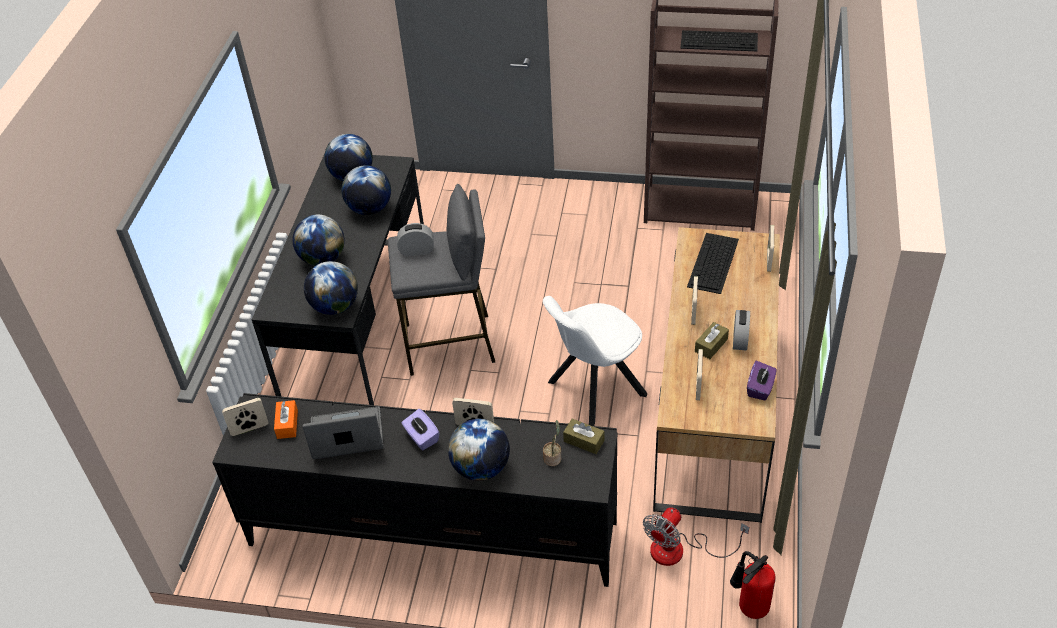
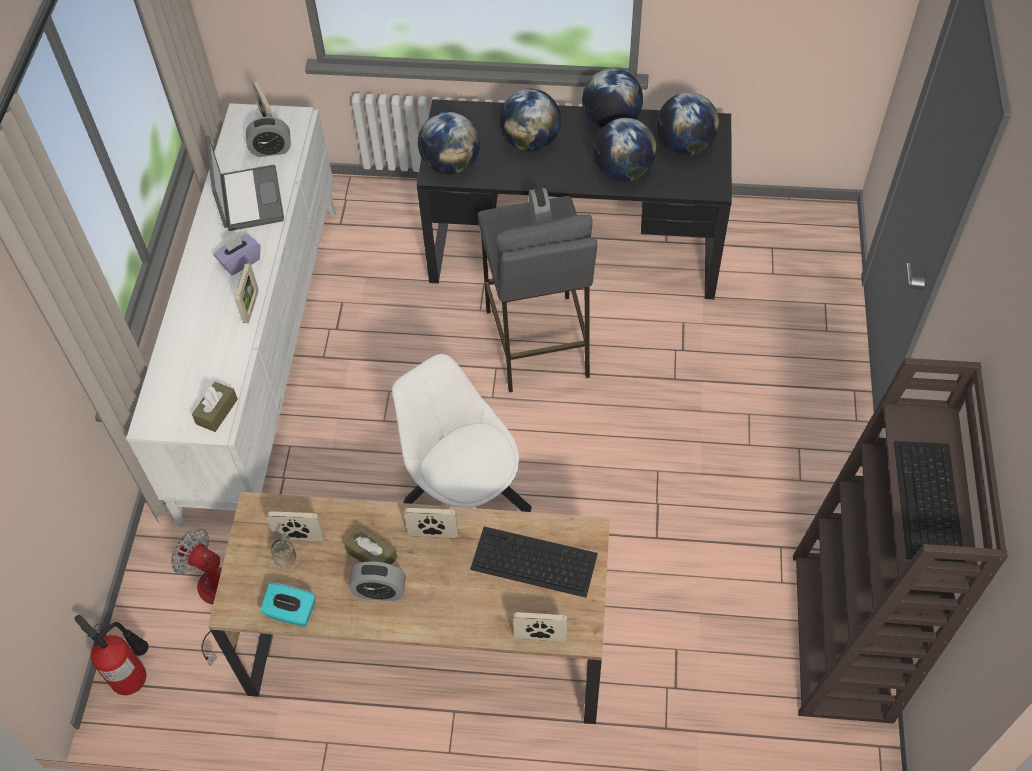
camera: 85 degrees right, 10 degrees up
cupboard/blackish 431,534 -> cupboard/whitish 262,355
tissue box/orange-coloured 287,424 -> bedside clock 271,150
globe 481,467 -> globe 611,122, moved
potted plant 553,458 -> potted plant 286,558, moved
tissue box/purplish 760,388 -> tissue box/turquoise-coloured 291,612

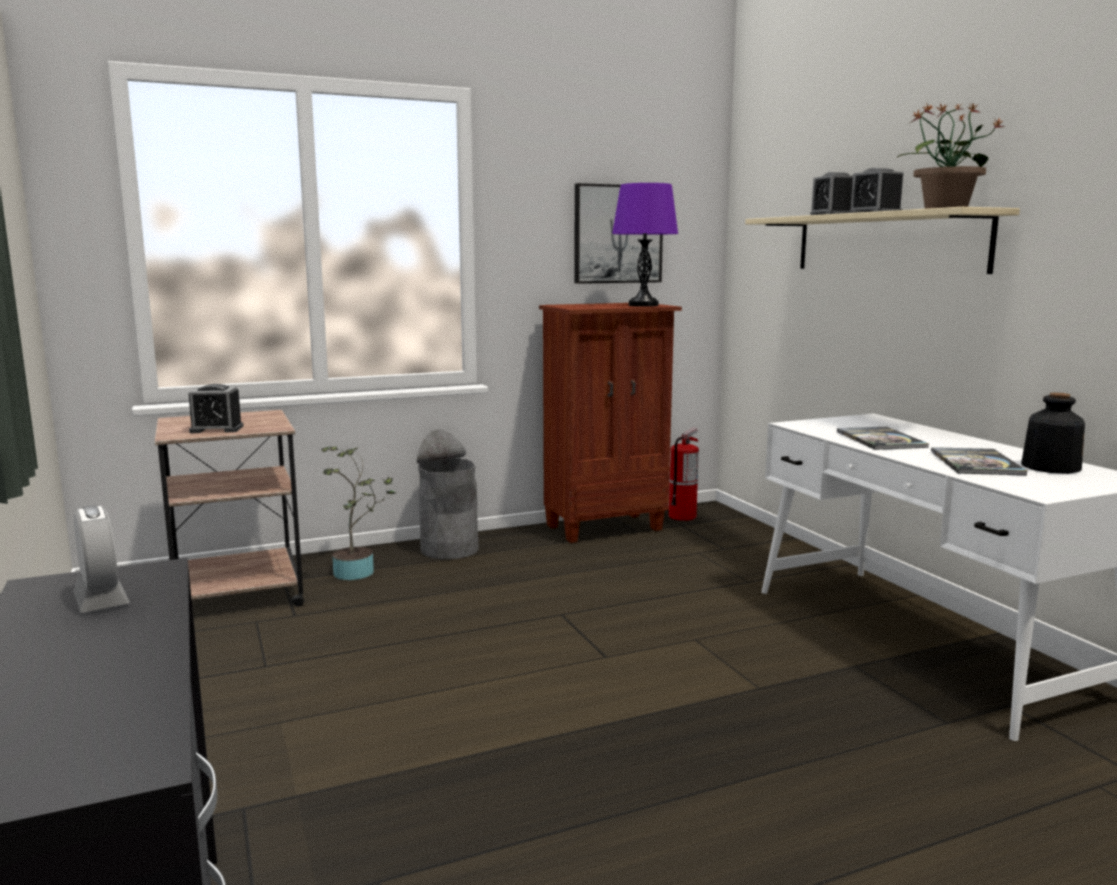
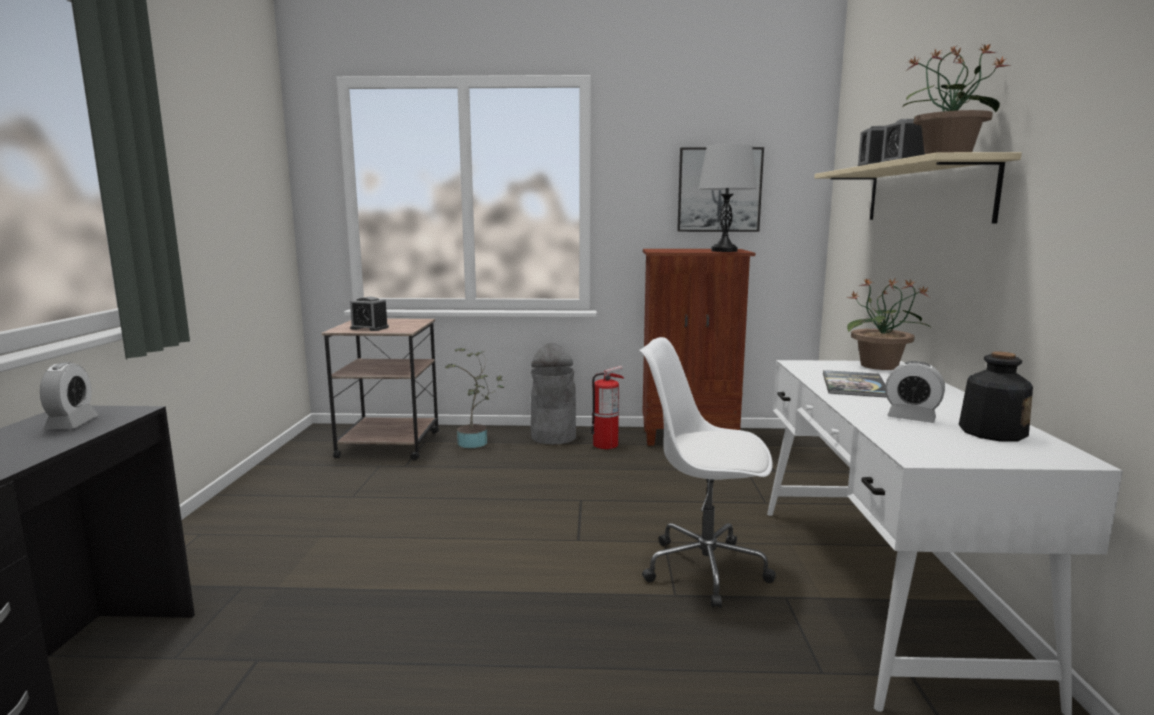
camera: 25 degrees right, 0 degrees up
tabletop lamp/purplish 643,305 -> tabletop lamp/gray 724,251
fire extinguisher 682,516 -> fire extinguisher 606,444, moved
book 976,463 -> bedside clock 911,418
none -> office chair/whitish 702,569
none -> potted plant 880,366

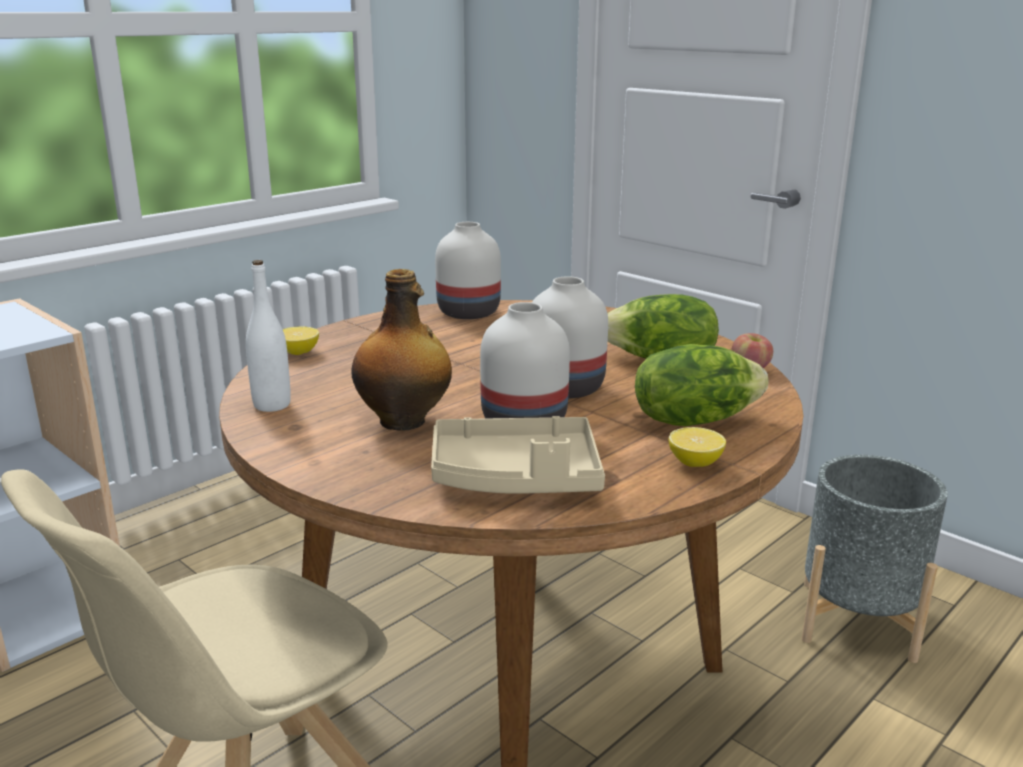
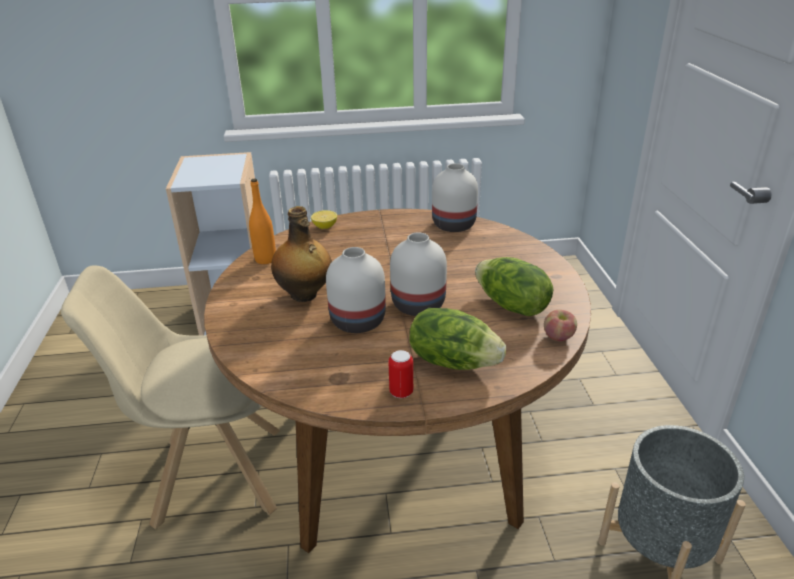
camera: 40 degrees right, 10 degrees up
bottle/whitish 272,405 -> bottle/orange-coloured 265,259
carrying tray/beige 516,478 -> none
lemon 695,463 -> can 401,392

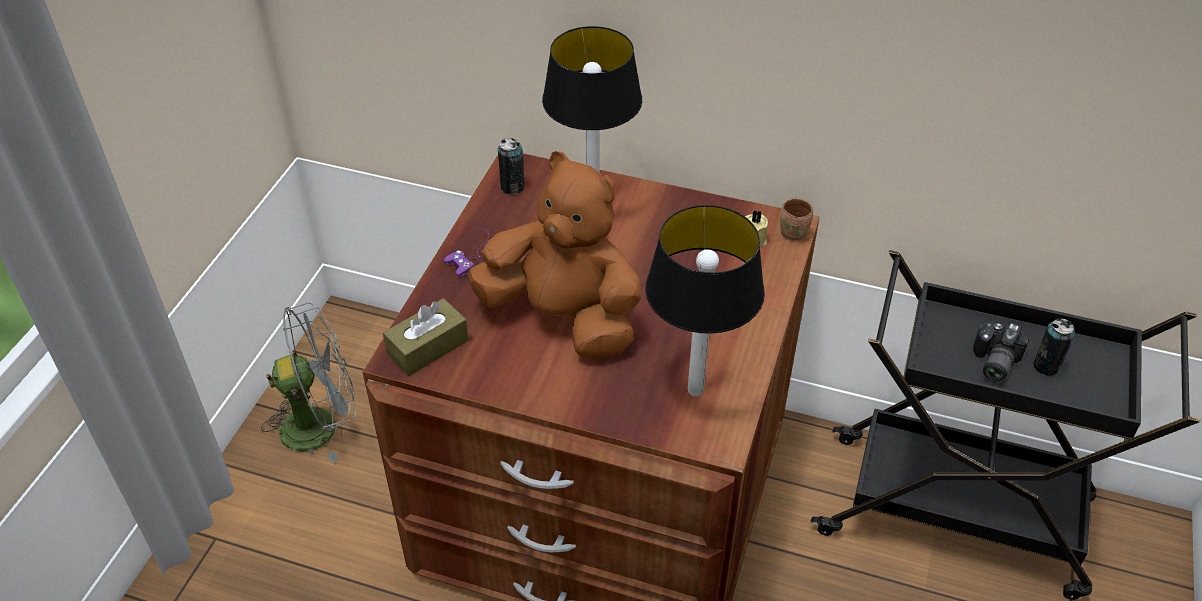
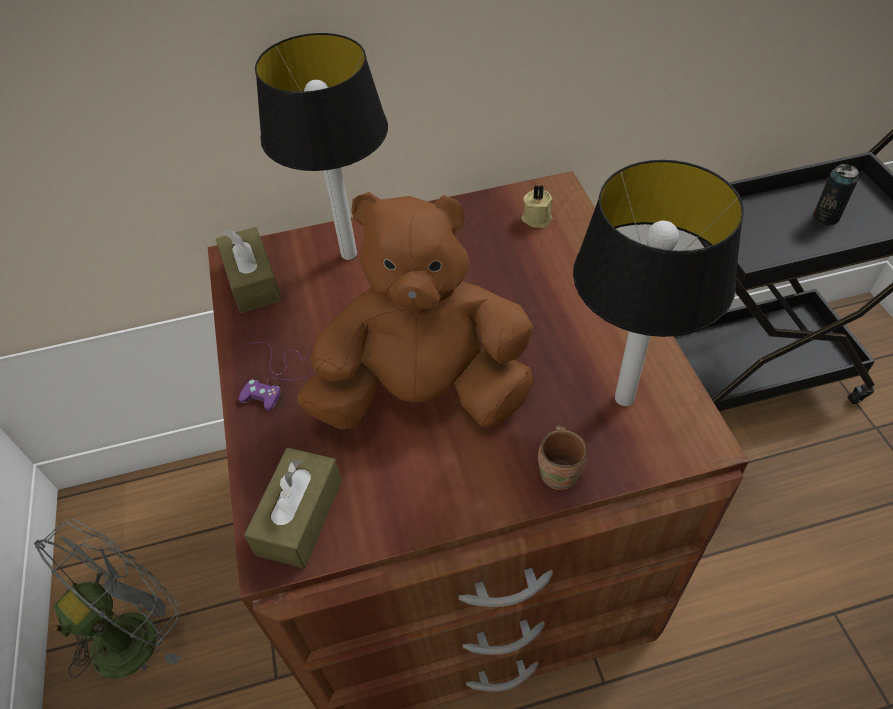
camera: 30 degrees left, 5 degrees up
can 512,187 -> tissue box/brownish 252,281
tea mug/brownish 795,233 -> tea mug/brownish 561,472, moved
still camera 992,362 -> none

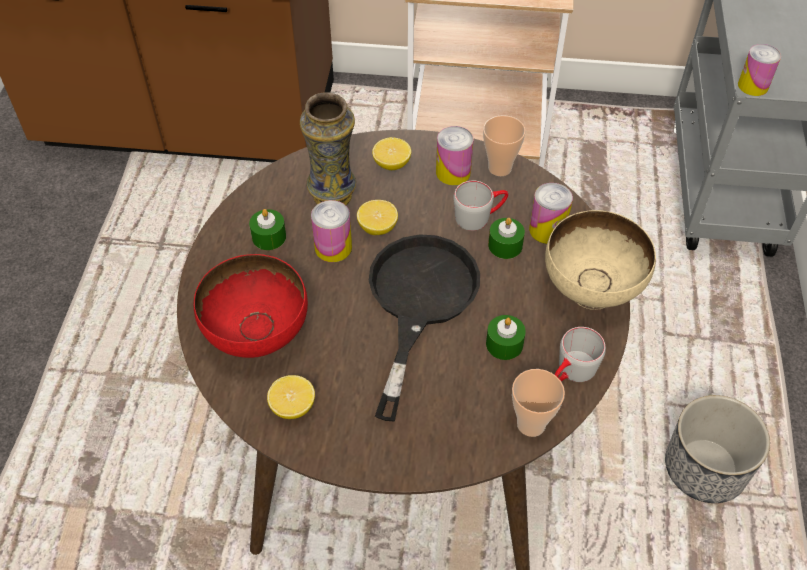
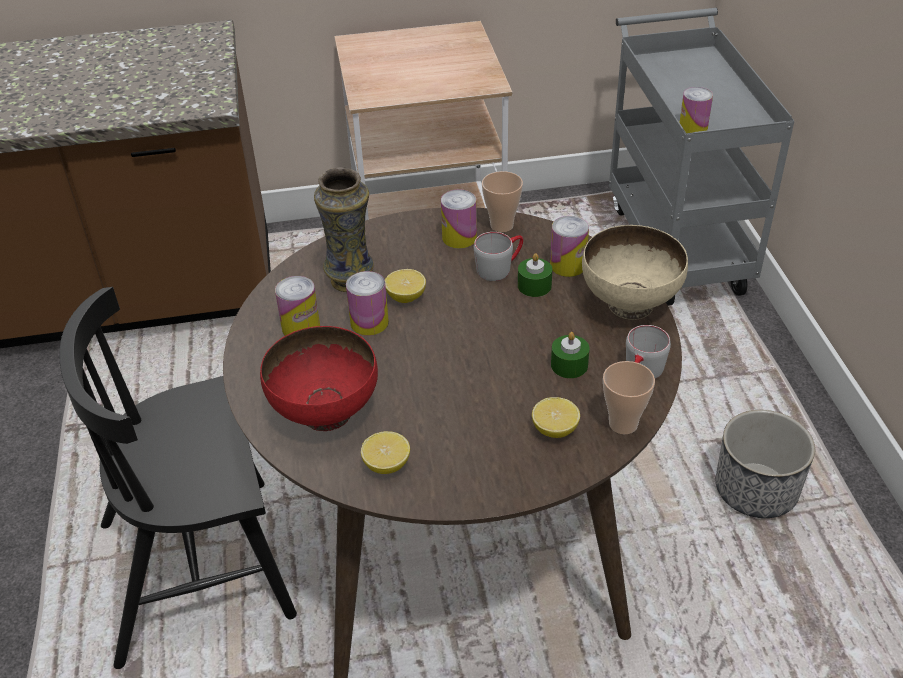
camera: 15 degrees left, 10 degrees down
wax candle/green-coloured 269,237 -> can 301,327
skillet/blackish 418,302 -> none
lemon 391,164 -> lemon 555,430, moved
none -> chair/blackish 208,564

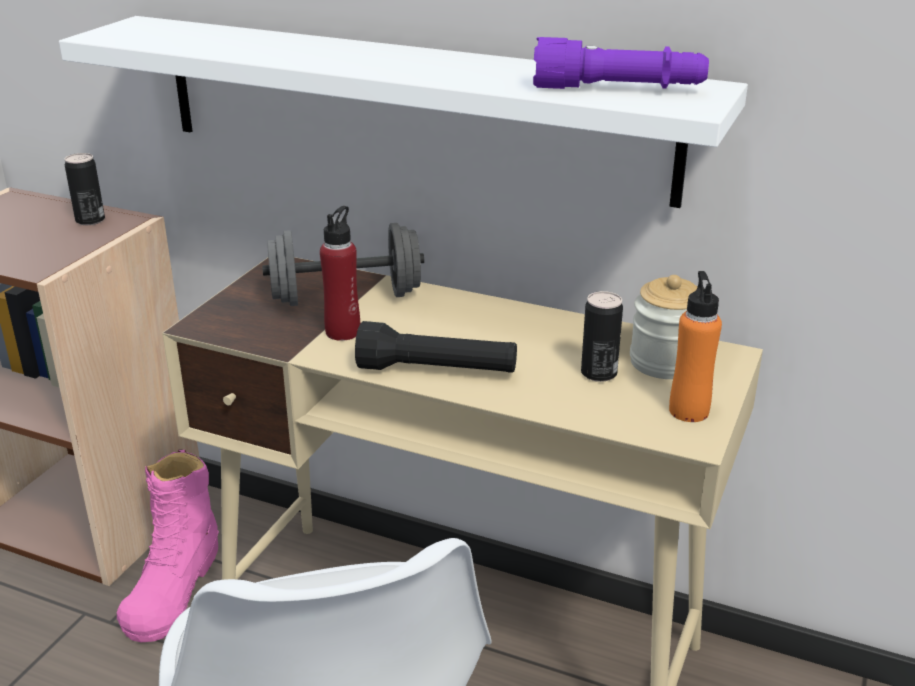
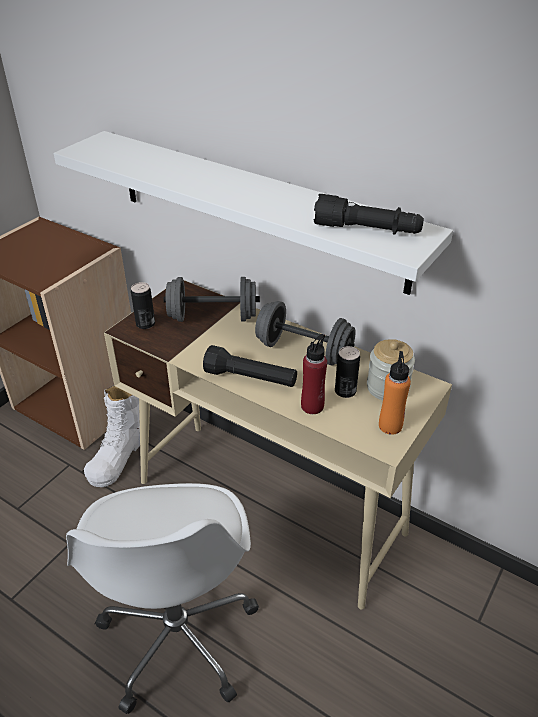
camera: 10 degrees right, 10 degrees up
can 90,220 -> can 145,324, moved
high-top boot/pink 174,586 -> high-top boot/whitish 118,454
bottle/red 343,332 -> bottle/red 312,406, moved
hand torch/purplish 618,90 -> hand torch/blackish 367,230
none -> hand weight/gray 304,351

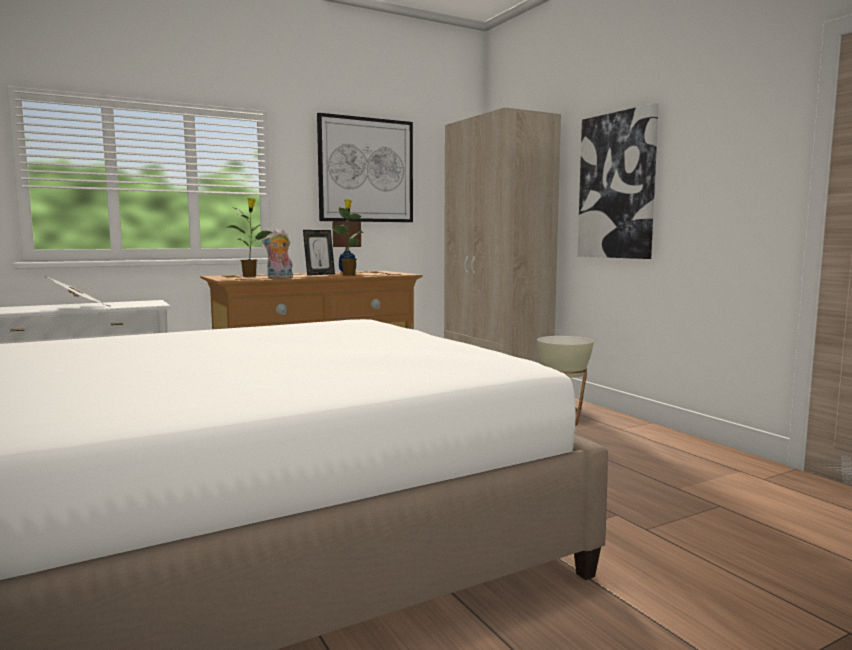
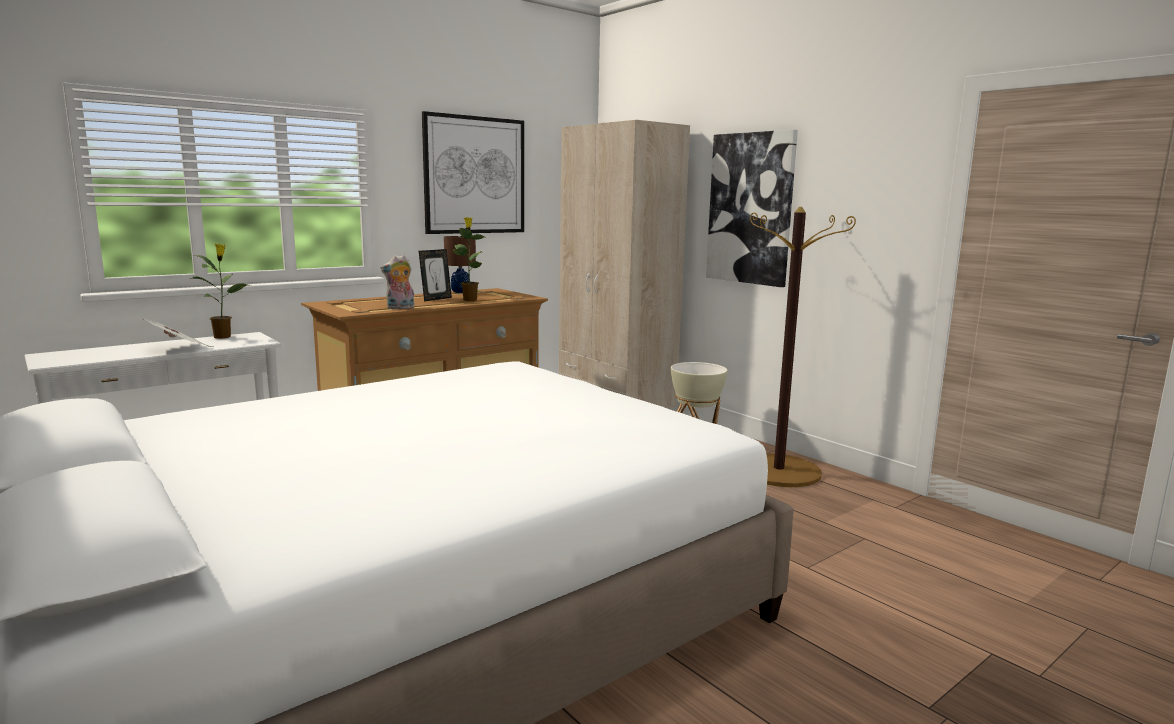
camera: 10 degrees left, 5 degrees up
potted plant 250,276 -> potted plant 223,337, moved
none -> clothes rack/brownish 779,471

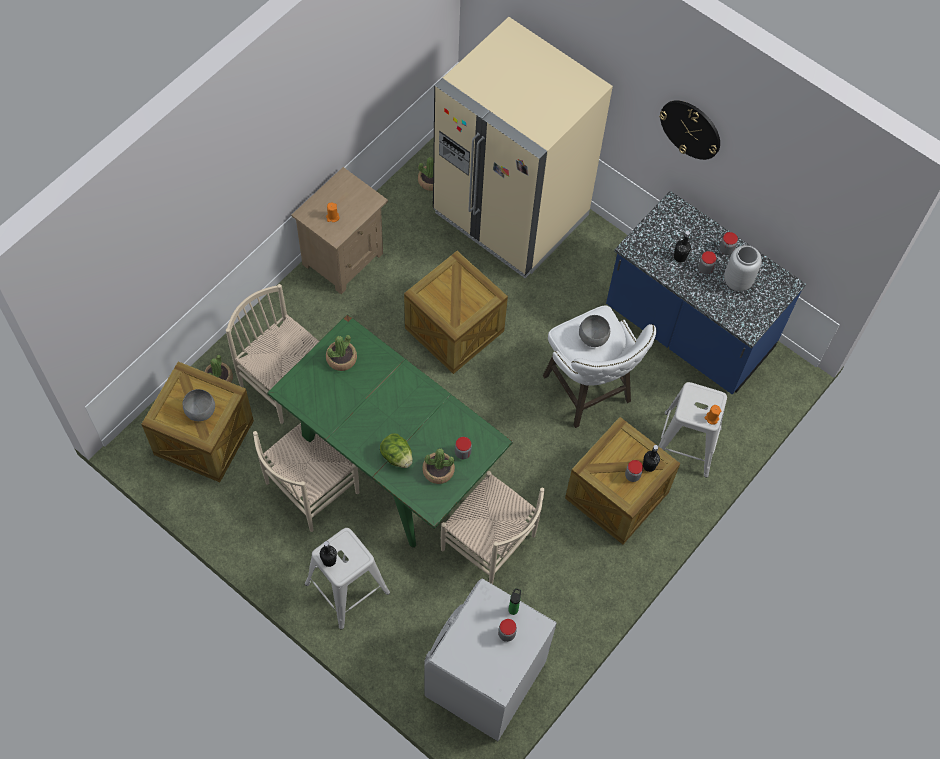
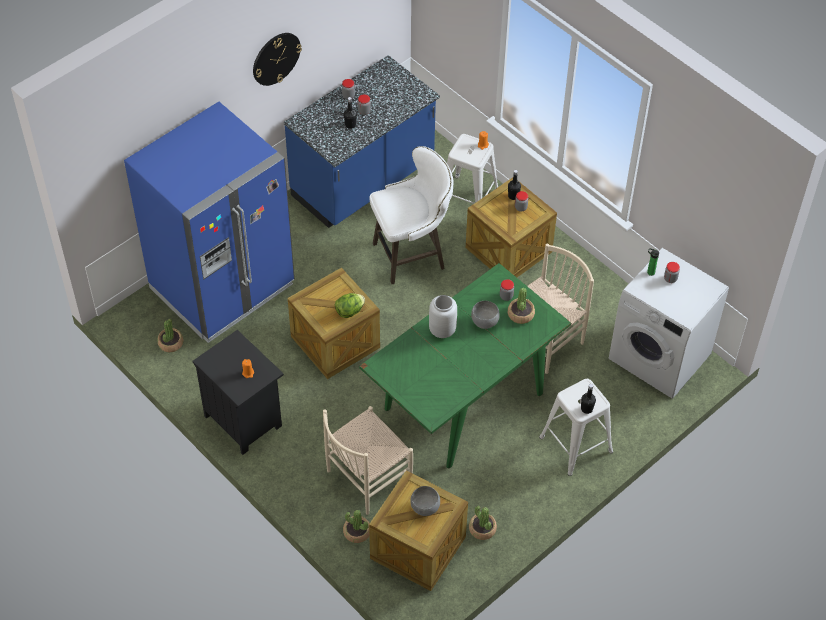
camera: 80 degrees left, 10 degrees down
chair/beige 309,490 -> none
night table/beige 345,259 -> night table/blackish 244,419
potted plant 341,358 -> potted plant 482,529, moved
head of lettuce 397,456 -> head of lettuce 349,311, moved
fridge/beige 510,215 -> fridge/blue 222,287
bowl/gray 592,337 -> bowl/gray 484,322, moved
decorative vase/gray 738,280 -> decorative vase/gray 441,330, moved

